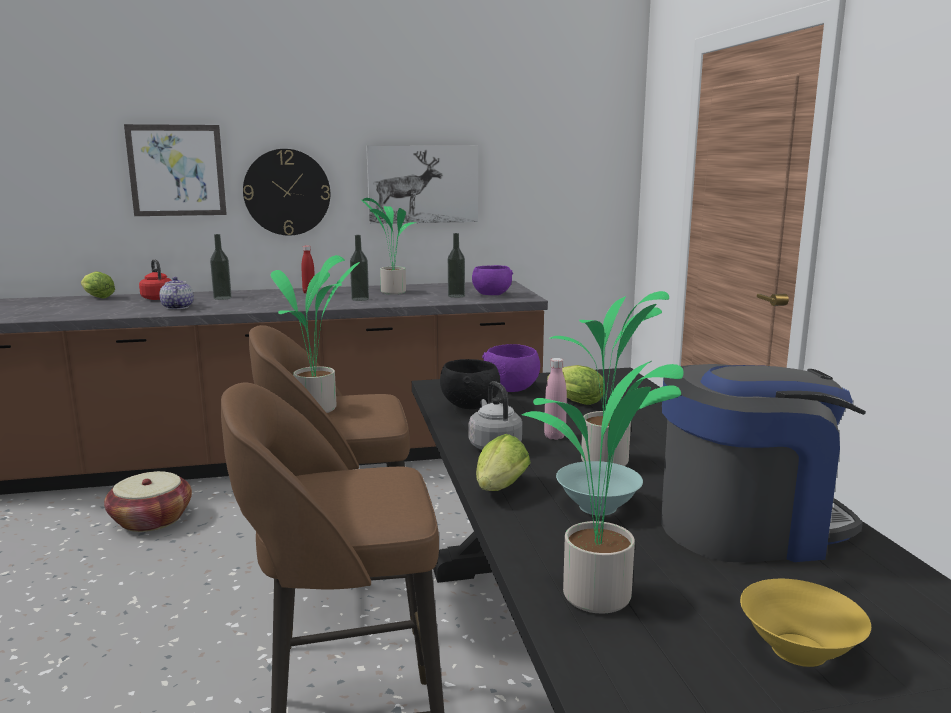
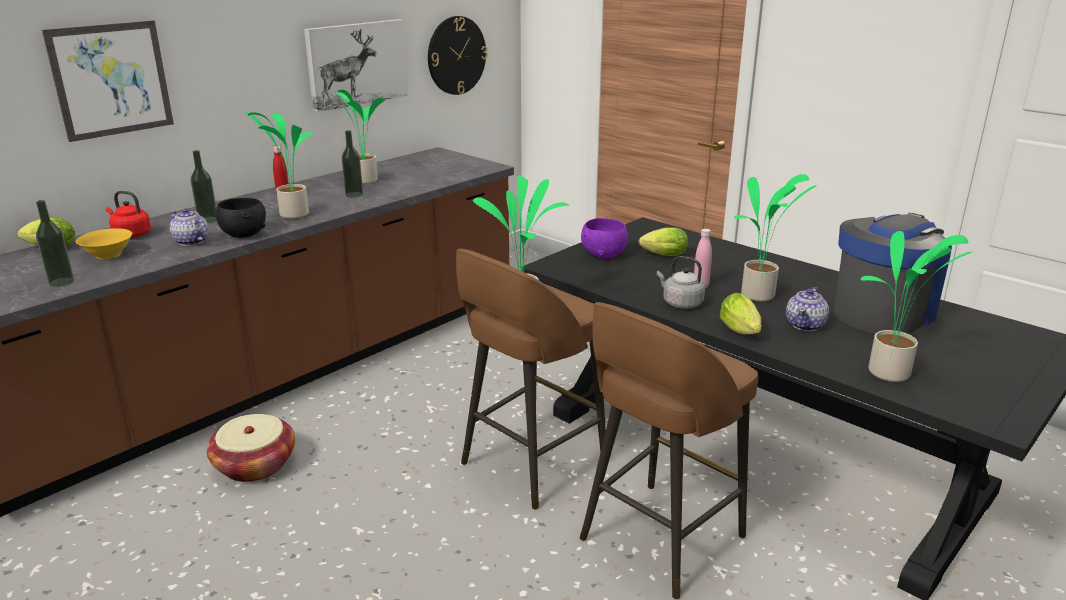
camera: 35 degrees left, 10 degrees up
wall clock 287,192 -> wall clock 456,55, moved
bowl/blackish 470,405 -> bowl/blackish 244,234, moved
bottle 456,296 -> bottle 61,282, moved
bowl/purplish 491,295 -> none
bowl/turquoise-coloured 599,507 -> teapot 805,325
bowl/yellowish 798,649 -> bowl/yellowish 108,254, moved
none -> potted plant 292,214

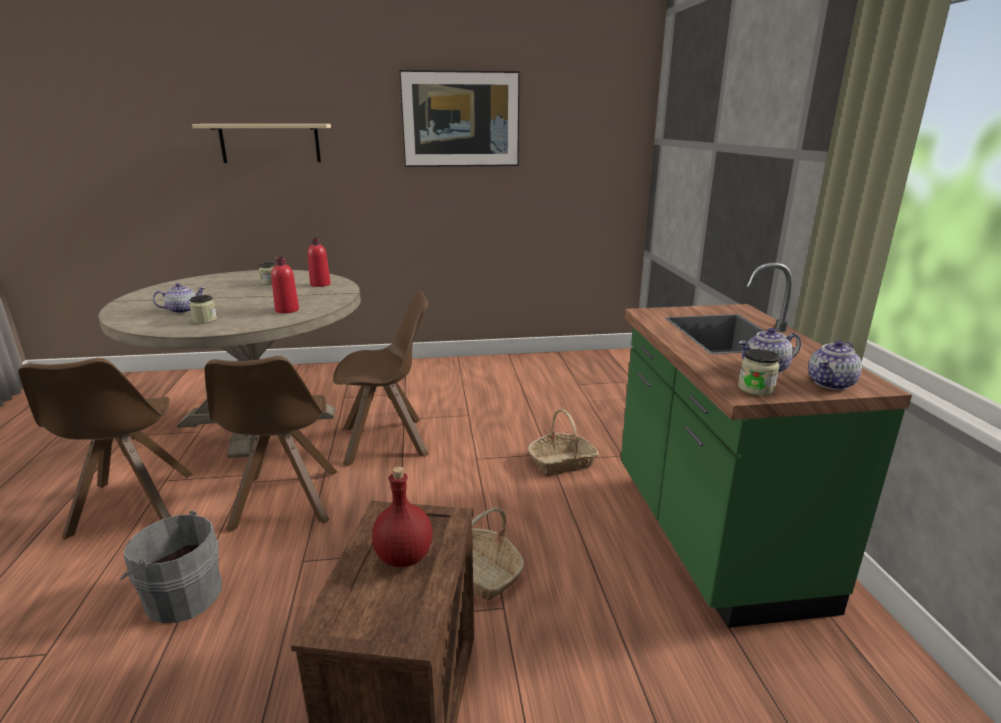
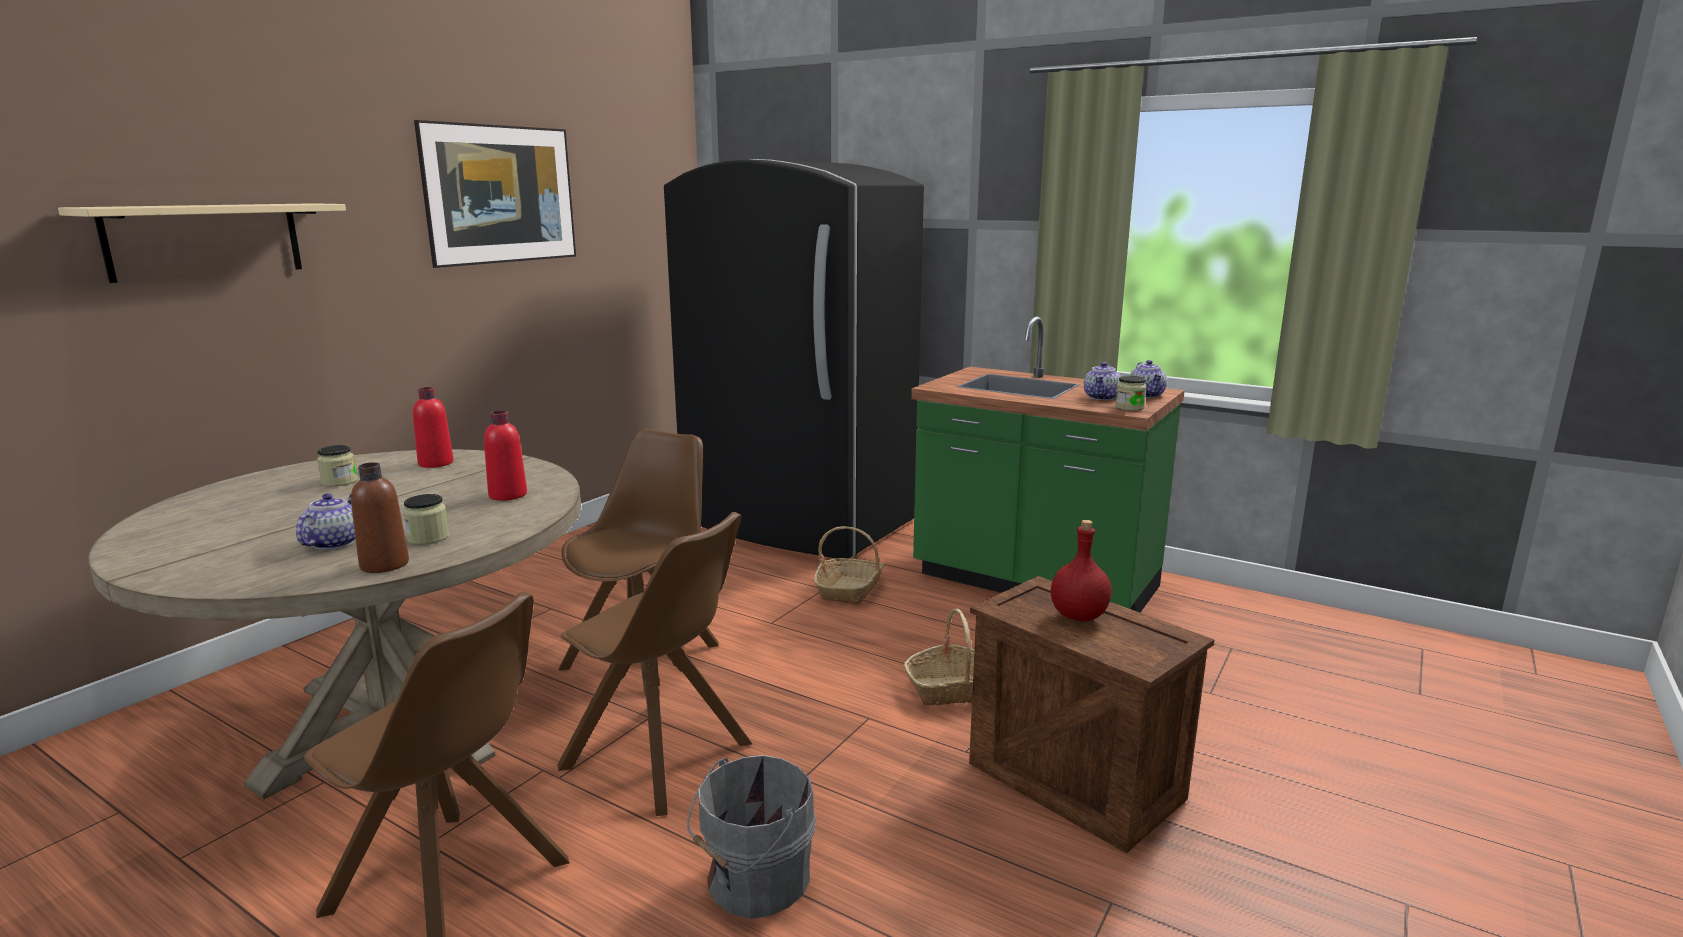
camera: 50 degrees left, 5 degrees down
none -> bottle/brownish 384,565
none -> fridge/blackish 798,523

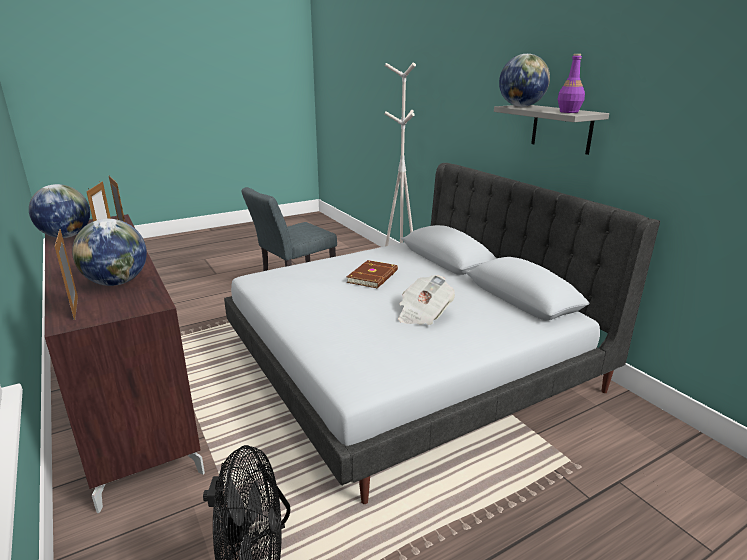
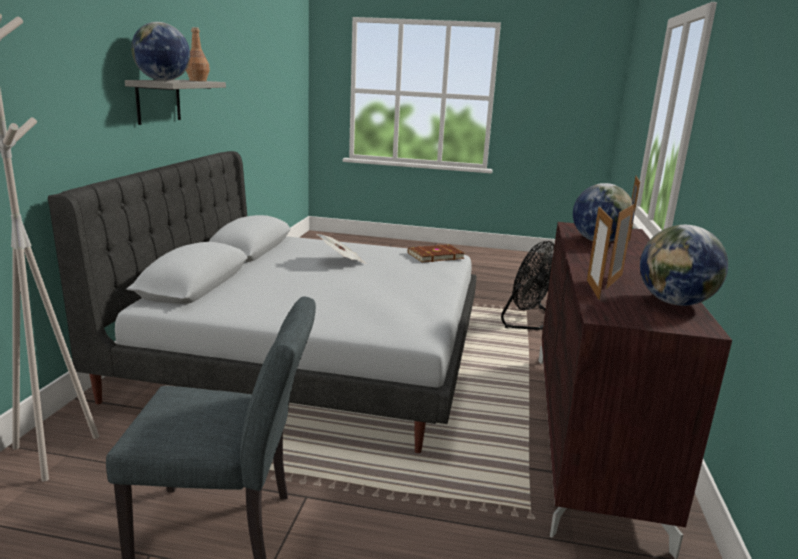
camera: 140 degrees left, 5 degrees down
book/brownish 373,276 -> book/brownish 434,255, moved
bottle/purplish 568,112 -> bottle/brownish 198,80

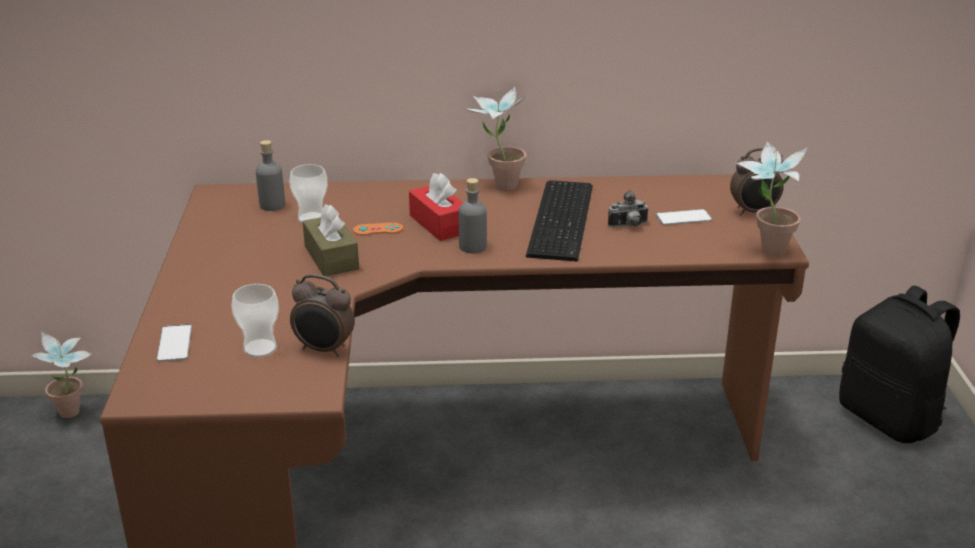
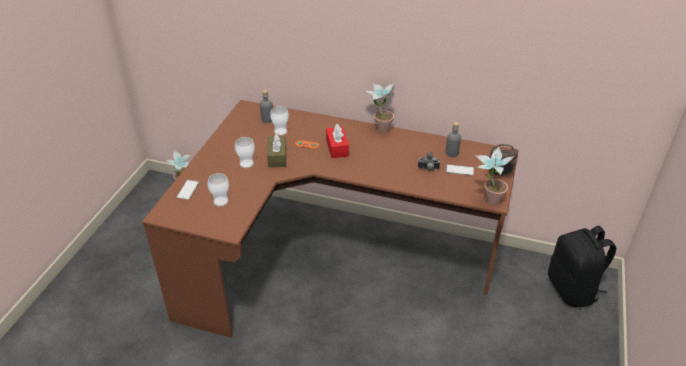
camera: 20 degrees right, 10 degrees up
bedside clock 324,350 -> none
bottle/gray 472,247 -> bottle/gray 452,153, moved
PC keyboard 564,219 -> none
none -> cup 246,164

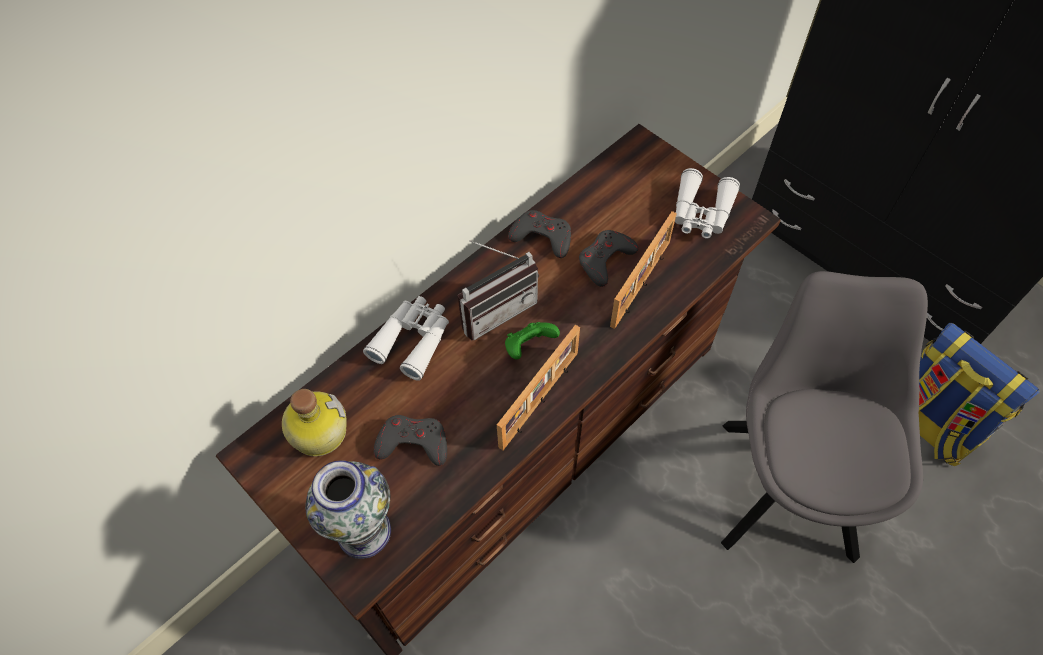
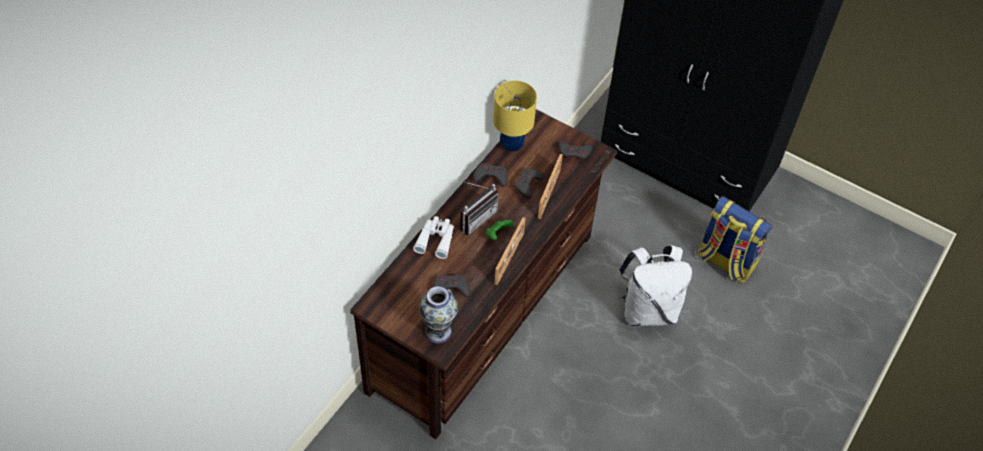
camera: 15 degrees left, 5 degrees down
bottle 317,431 -> none
binoculars/whitish 701,213 -> gamepad/gray 574,152
chair/gray 785,487 -> knapsack/whitish 648,309
none -> tabletop lamp/yellowish 512,144

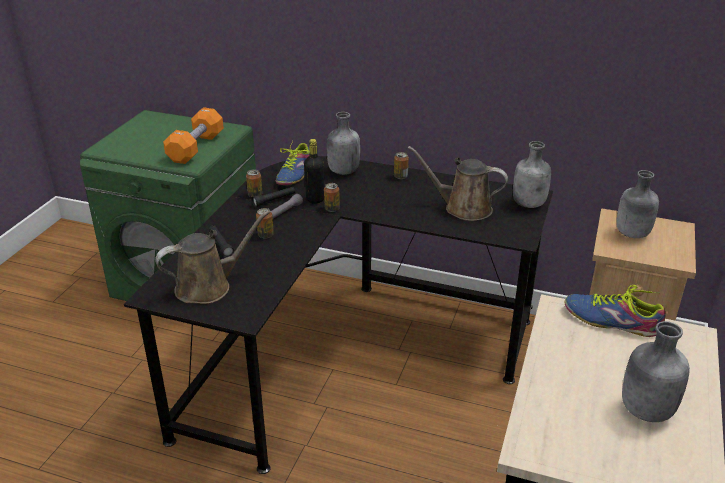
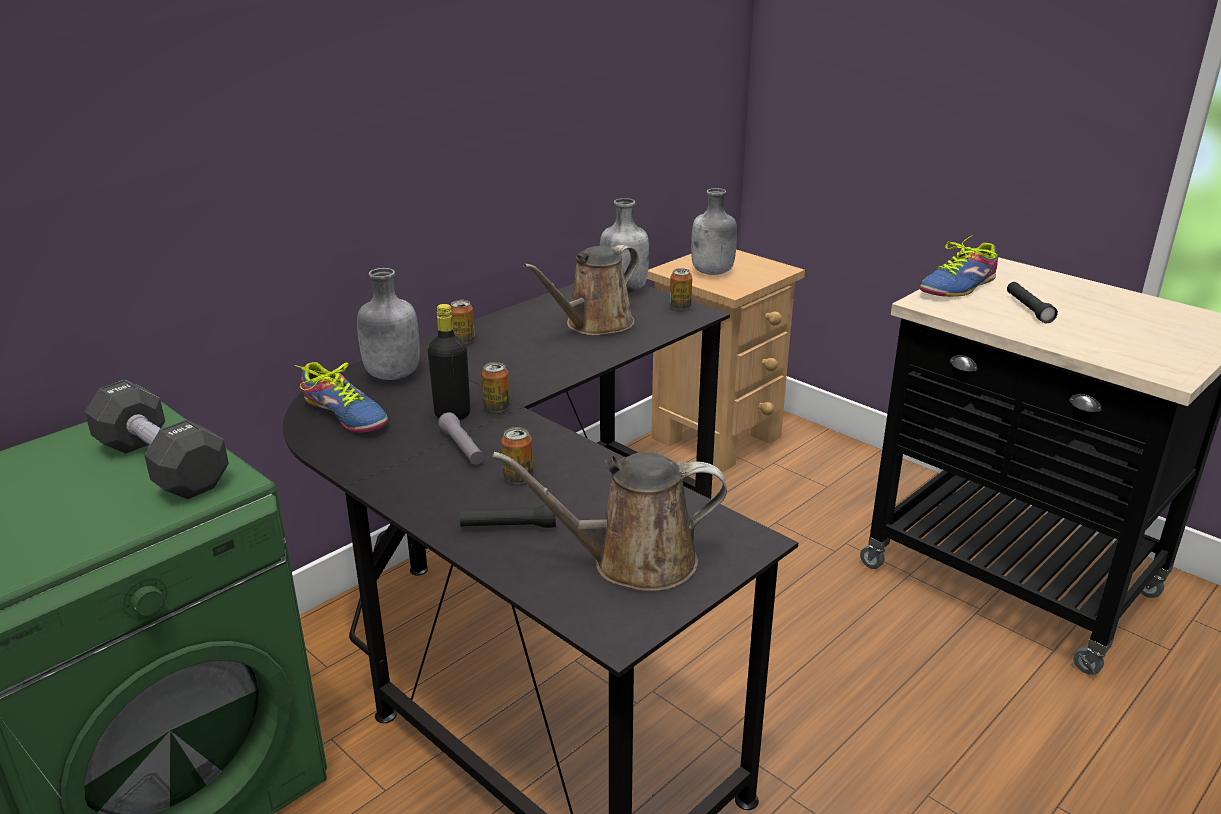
camera: 65 degrees left, 5 degrees down
watering can/brownish 208,286 -> watering can/brownish 633,562, 90 degrees counterclockwise
hand weight/orange-coloured 196,148 -> hand weight/blackish 162,465
can 255,195 -> can 680,306, moved
hand torch/blackish 274,200 -> hand torch/blackish 1028,309, moved
bottle/gray 645,410 -> none

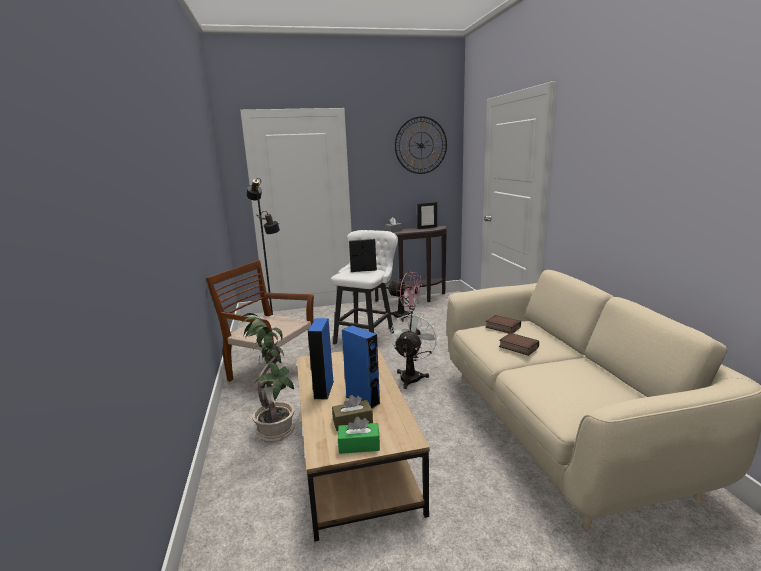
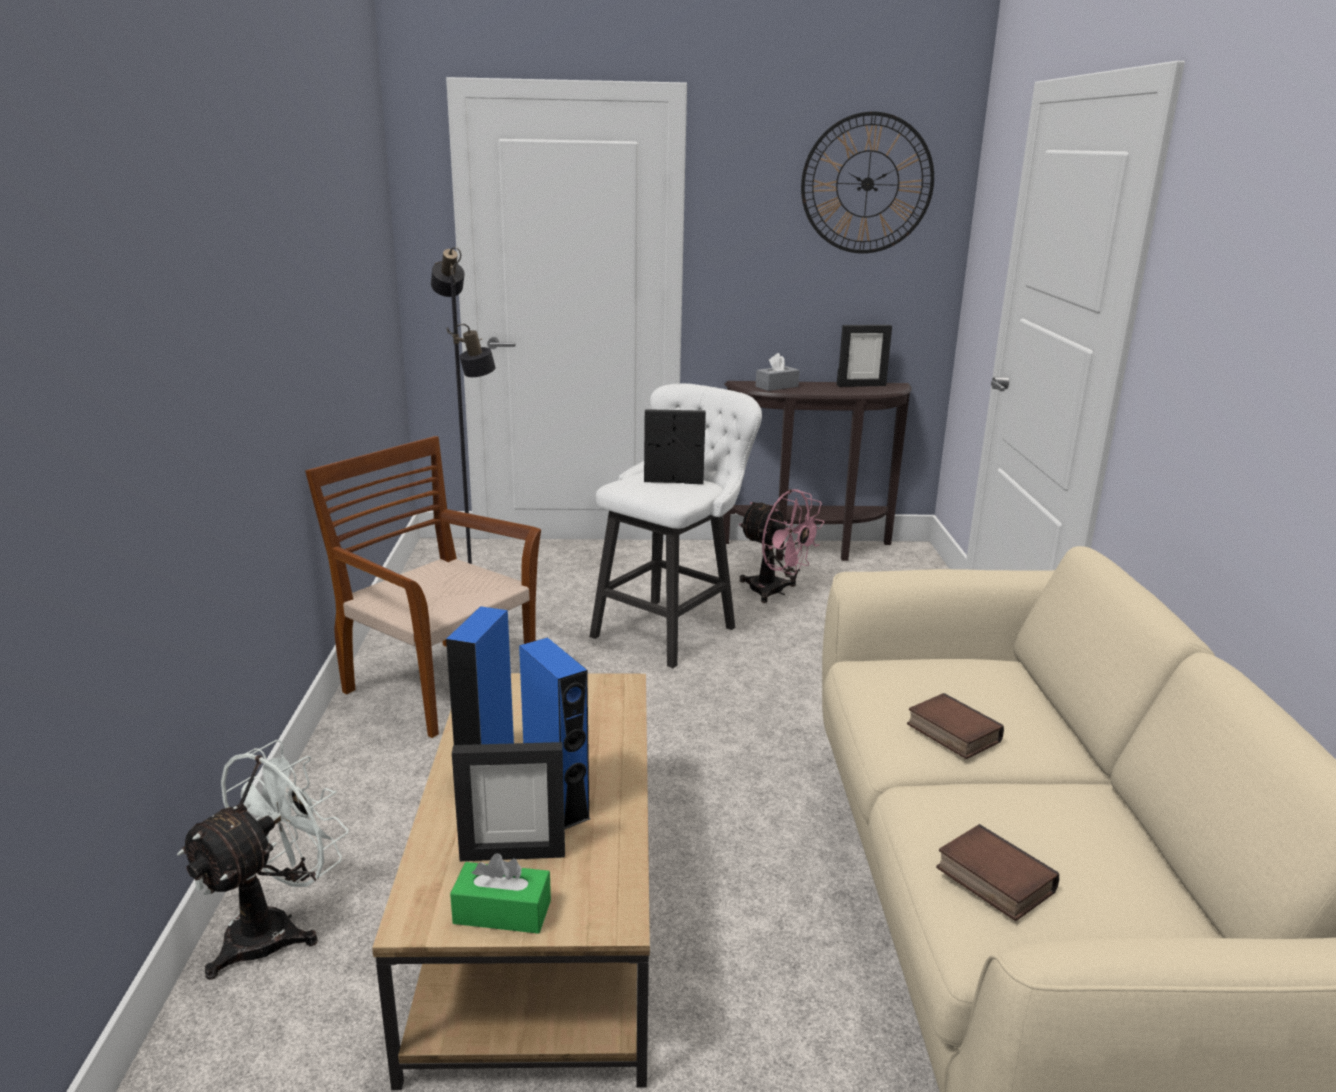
camera: 10 degrees right, 5 degrees up
potted plant 277,430 -> none
tissue box/brownish 352,422 -> photo frame 513,853
electric fan/whitish 412,376 -> electric fan/whitish 275,928, moved
book 502,327 -> book 991,880, moved

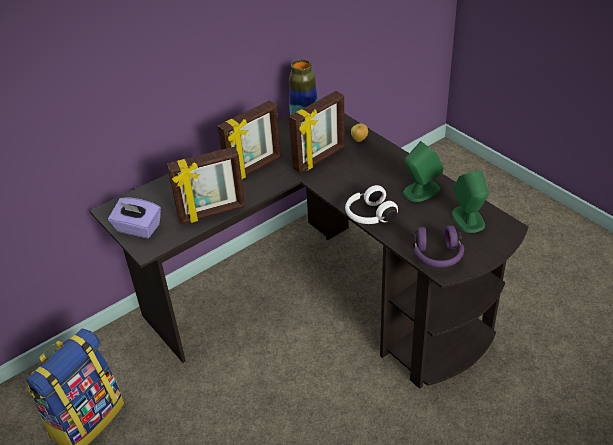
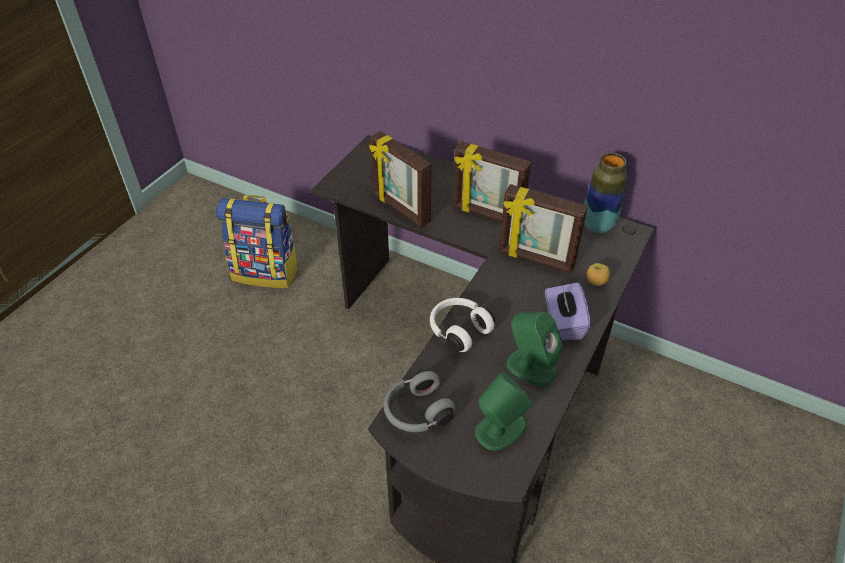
camera: 65 degrees right, 5 degrees up
tissue box/purplish 138,229 -> tissue box/purplish 563,323, moved
headset/purplish 437,256 -> headset/gray 416,412

